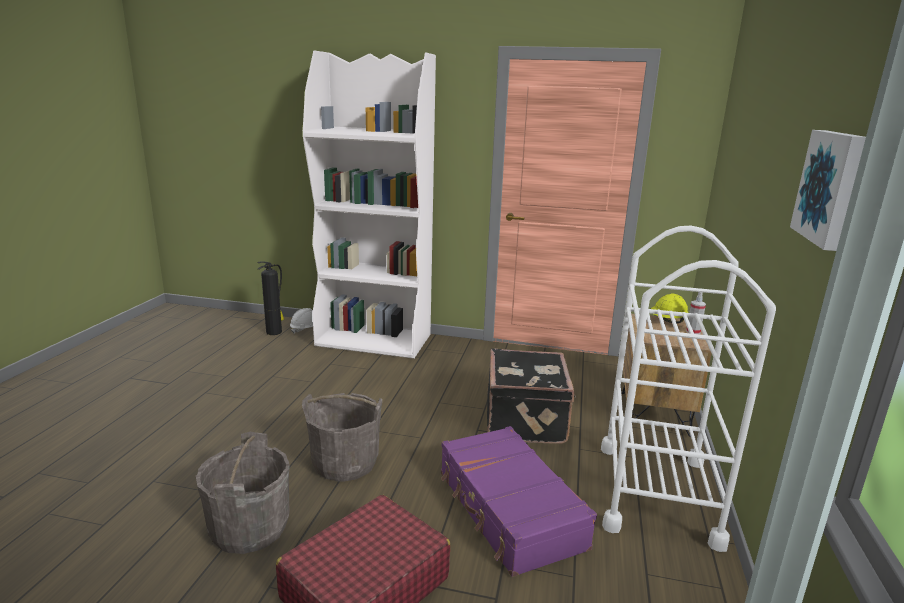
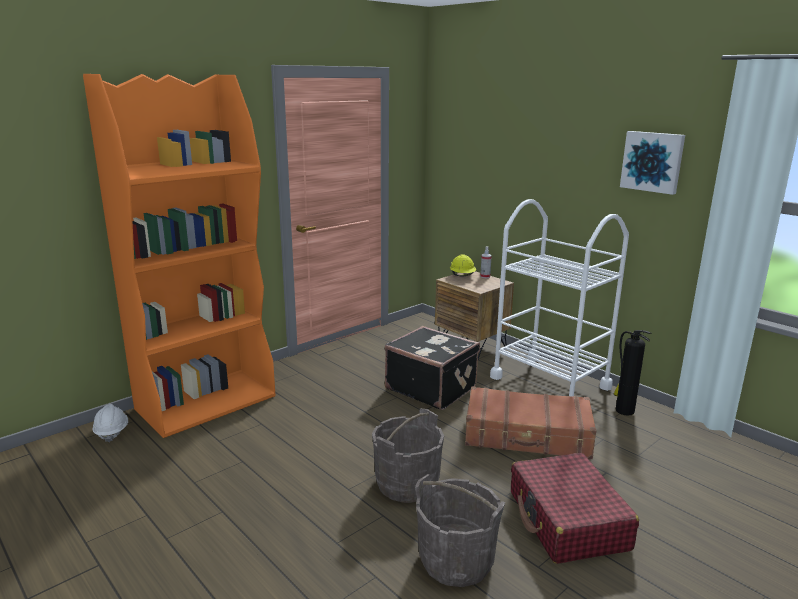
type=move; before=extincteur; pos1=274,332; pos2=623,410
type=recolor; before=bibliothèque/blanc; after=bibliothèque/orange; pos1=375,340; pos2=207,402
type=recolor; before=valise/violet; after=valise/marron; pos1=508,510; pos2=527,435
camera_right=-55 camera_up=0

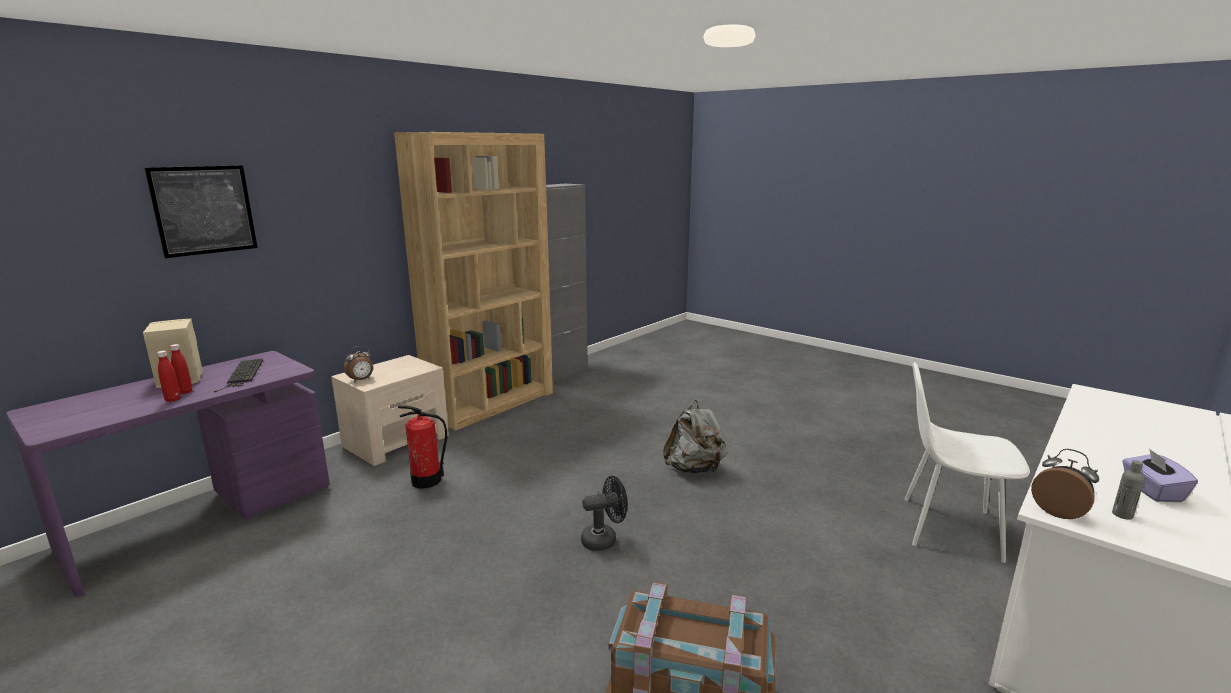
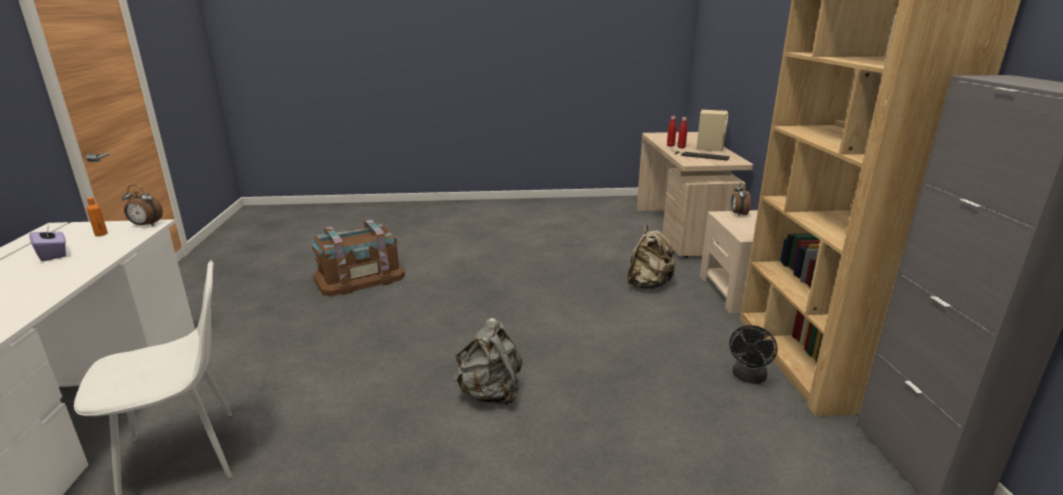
type=recolor; before=bureau/violet; after=bureau/beige; pos1=203,518; pos2=683,231
type=delete; before=tableau; pos1=204,210
type=replace; before=extincteur; after=sac à dos/beige; pos1=426,481; pos2=648,284
type=move; before=ventilateur/noir; pos1=604,539; pos2=748,378
type=recolor; before=bouteille/gris; after=bouteille/orange; pos1=1122,515; pos2=101,234
camera_right=135 camera_up=5

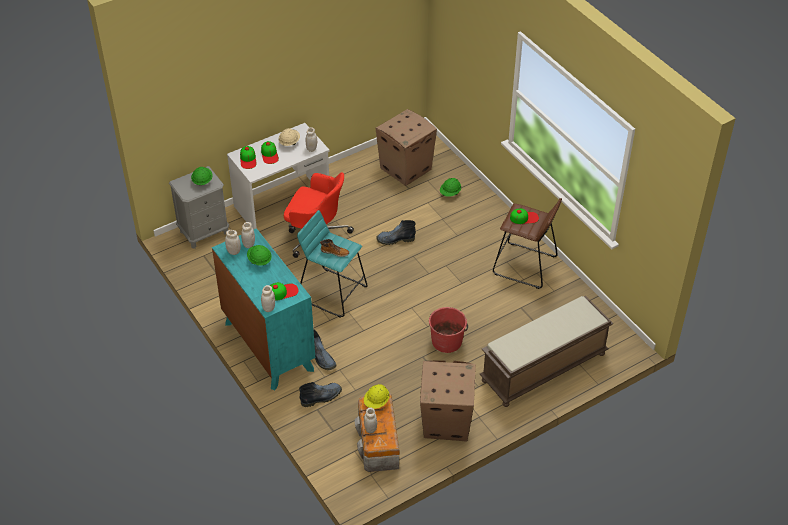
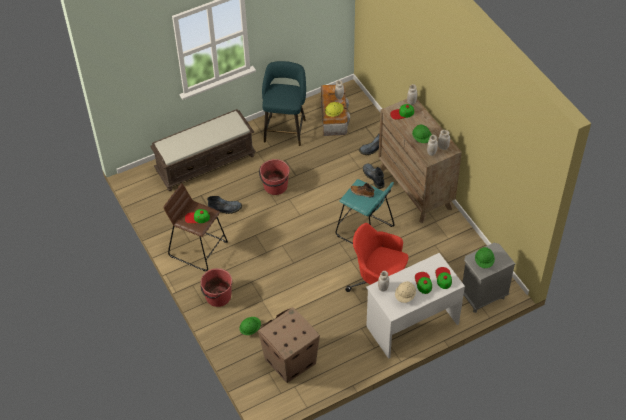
type=recolor; before=commode/turquoise; after=commode/marron; pos1=268,346; pos2=415,188
type=move; before=botte; pos1=395,239; pos2=226,209
type=replace; before=carton; after=tabouret/turquoise; pos1=445,422; pos2=285,129
type=insert; after=seau/rouge; pos2=218,296
camera_right=-175 camera_up=5

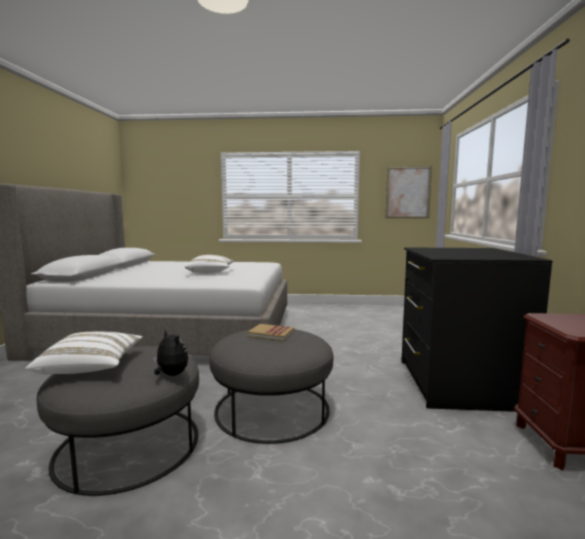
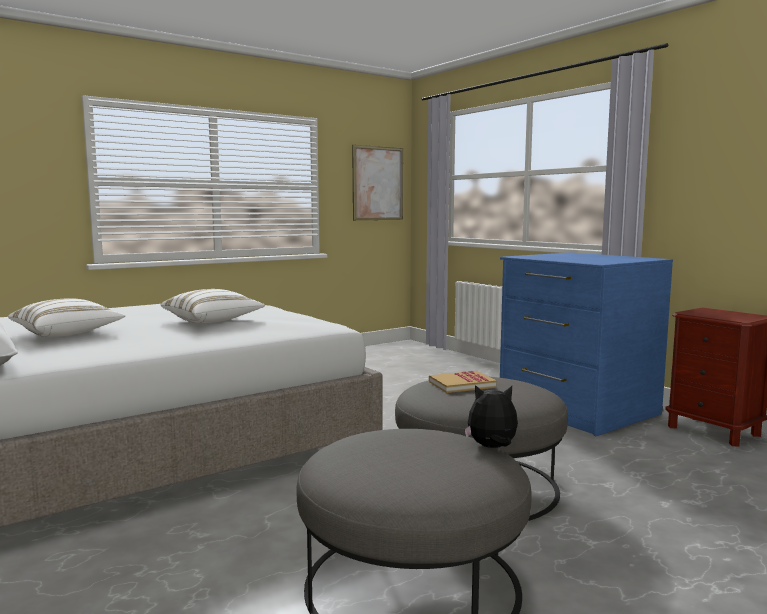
type=move; before=coussin/blanc; pos1=91,367; pos2=68,333
type=recolor; before=commode/noir; after=commode/bleu; pos1=456,383; pos2=576,409
camera_right=-40 camera_up=0

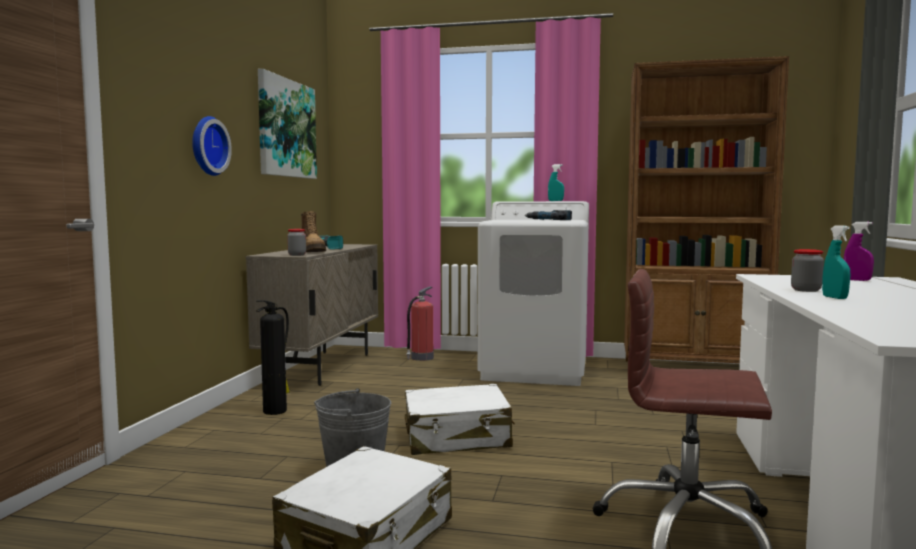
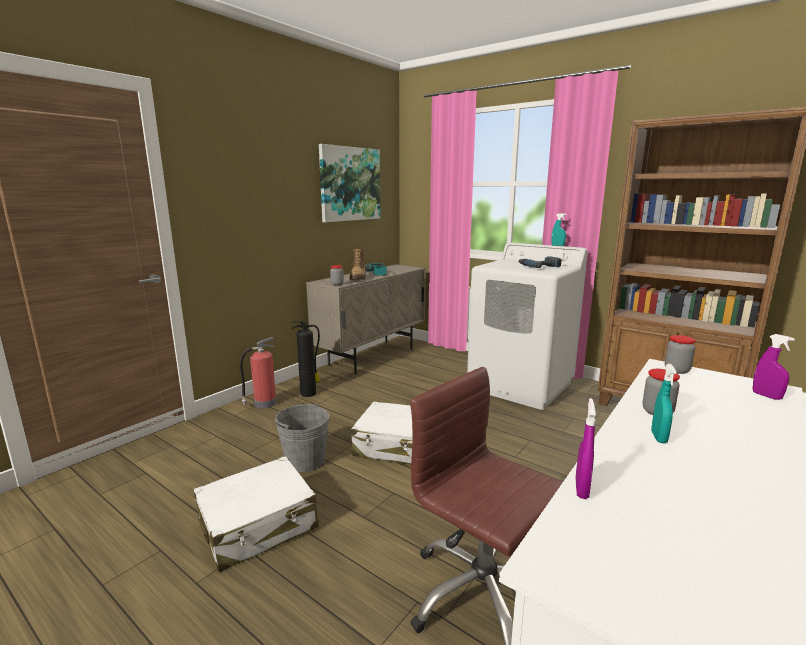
type=delete; before=horloge murale; pos1=207,146
type=move; before=extincteur; pos1=421,358; pos2=264,403
type=insert; after=vaporisateur/violet; pos2=581,489
type=insert; after=bocal; pos2=677,370
camera_right=25 camera_up=10

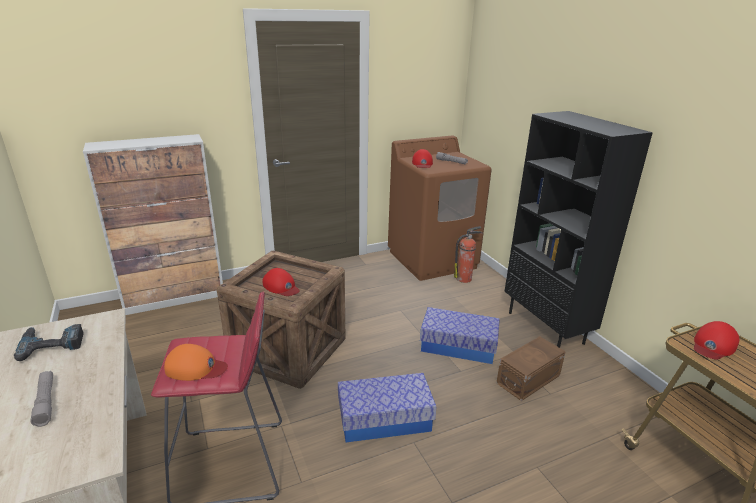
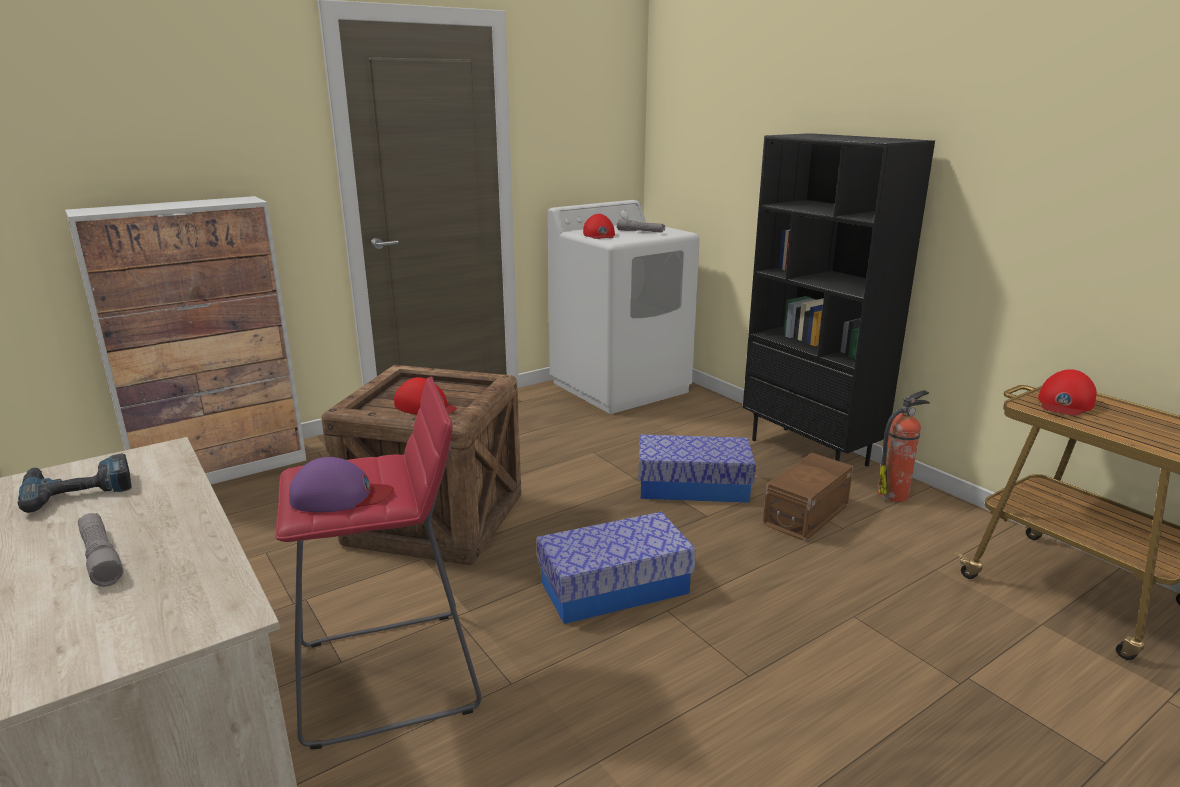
type=recolor; before=casquette/orange; after=casquette/violet; pos1=195,368; pos2=340,496
type=recolor; before=lave-linge/marron; after=lave-linge/blanc; pos1=432,259; pos2=621,387
type=move; before=extincteur; pos1=464,279; pos2=894,494
camera_right=-10 camera_up=-5

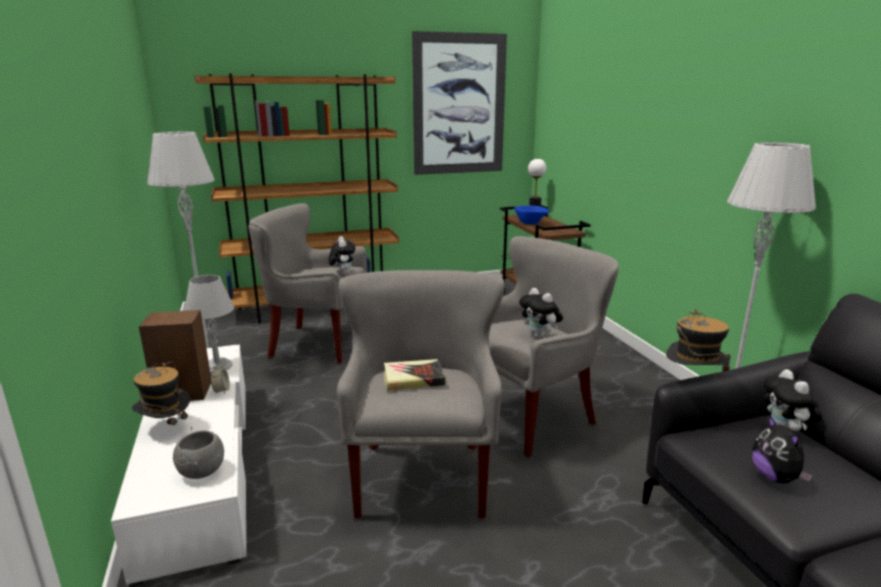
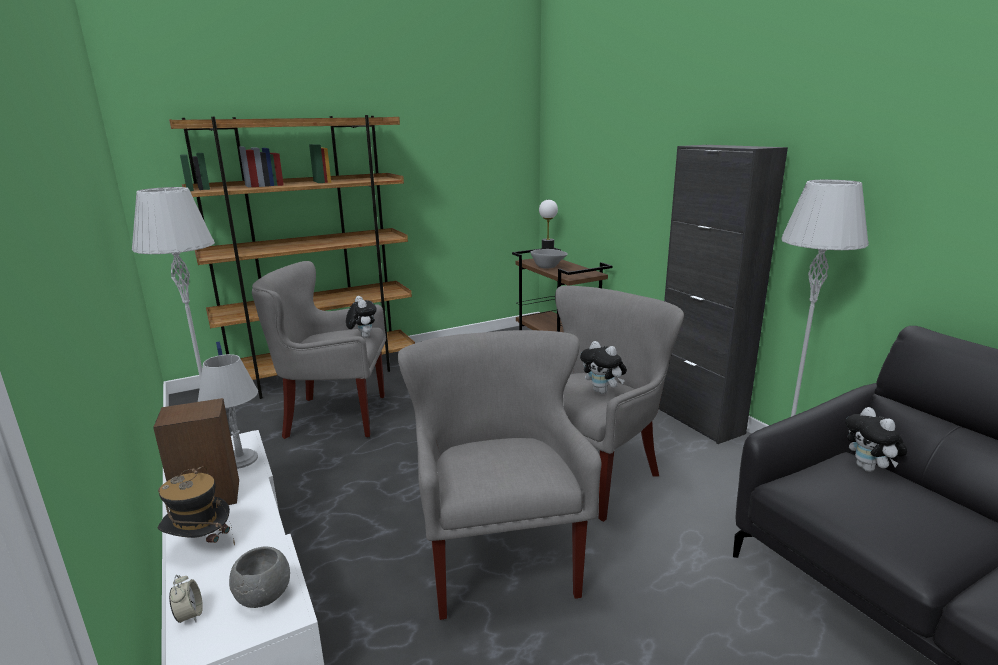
type=move; before=réveil; pos1=221,391; pos2=189,615
type=delete; before=livre; pos1=413,379
type=delete; before=tableau; pos1=459,105
type=recolor; before=bol/bleu; after=bol/gris; pos1=531,223; pos2=549,267
type=delete; before=chapeau; pos1=693,383
type=delete; before=peluche; pos1=775,477
type=insert; after=meuble de rangement/noir; pos2=698,420
camera_right=-10 camera_up=0

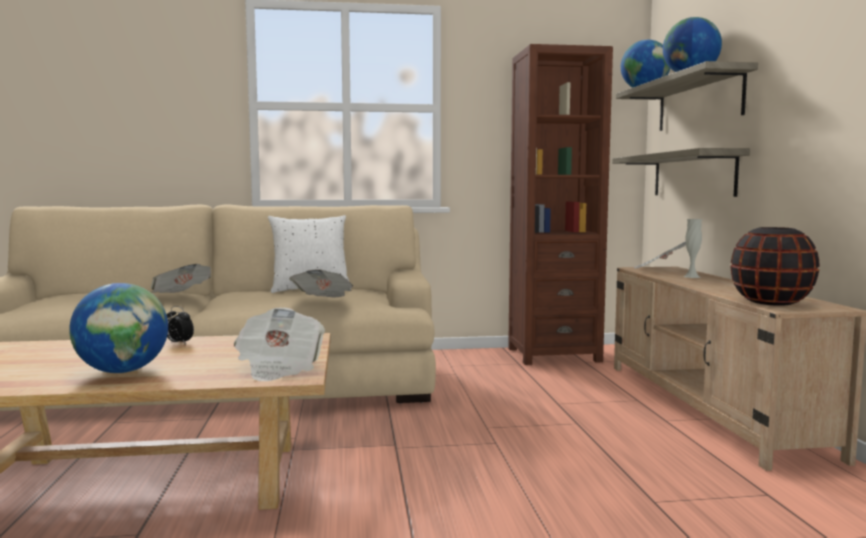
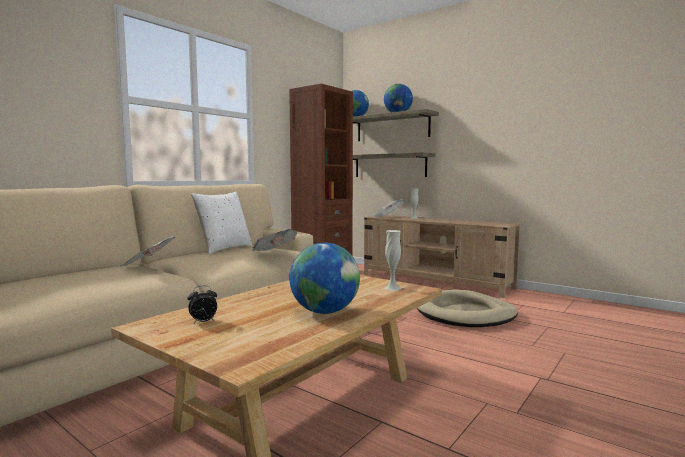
type=move; before=réveil; pos1=179,343; pos2=203,322
type=replace; before=journal; after=vase/blanc; pos1=279,368; pos2=392,288
type=delete; before=vase/noir; pos1=771,302
type=insert; after=panier pour chien/beige; pos2=465,314
camera_right=-45 camera_up=0

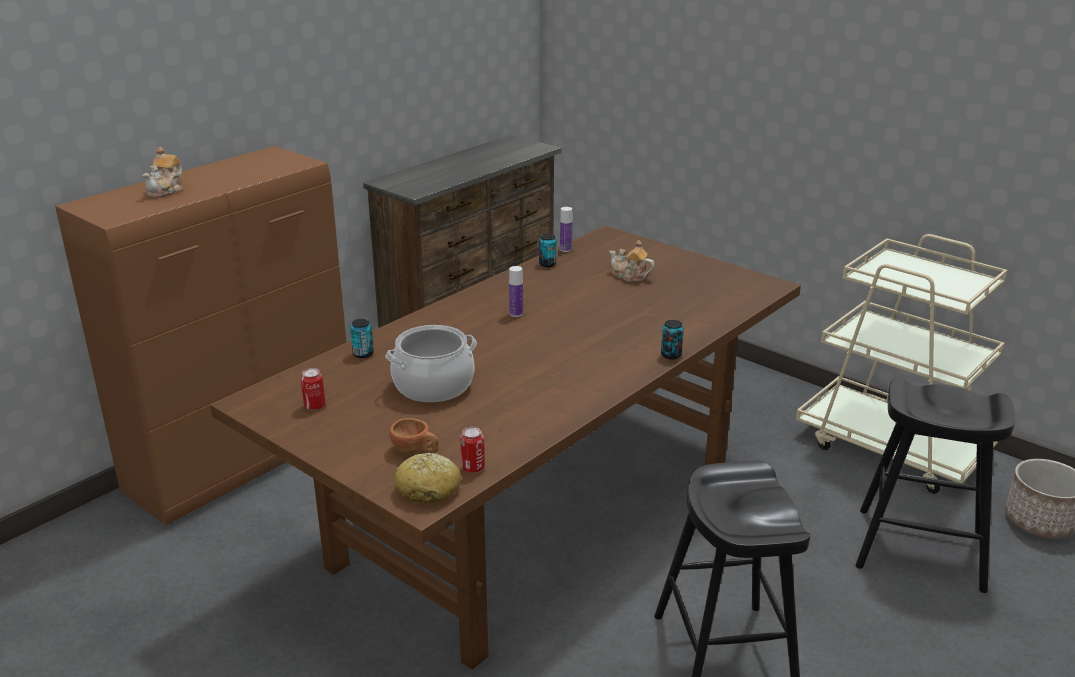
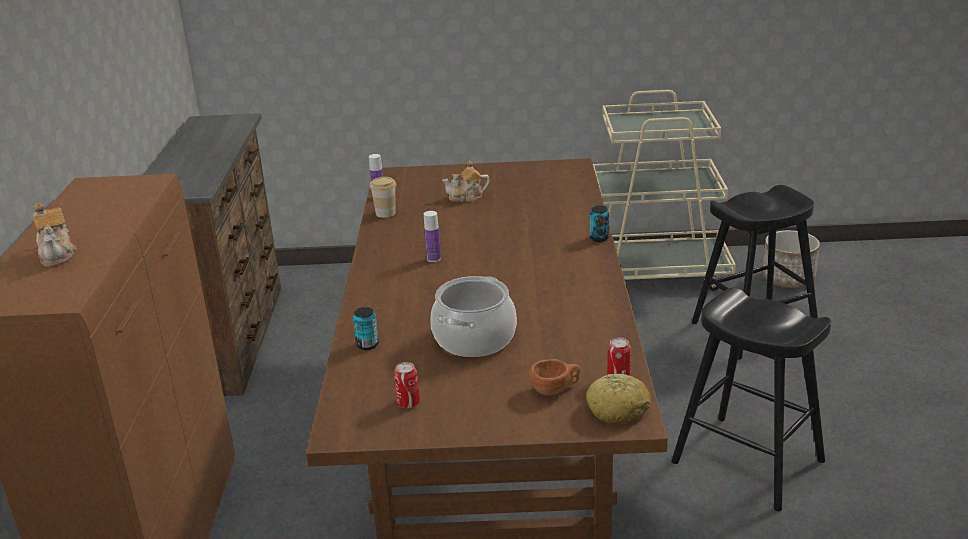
type=replace; before=boîte métallique; after=tasse; pos1=547,264; pos2=385,213
camera_right=-40 camera_up=0

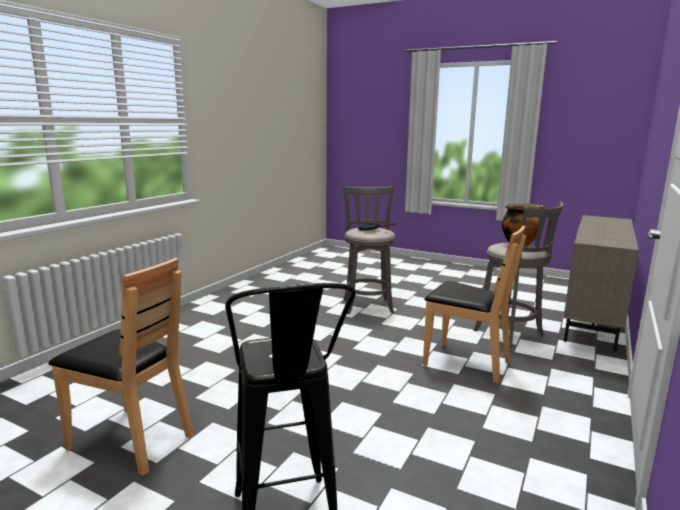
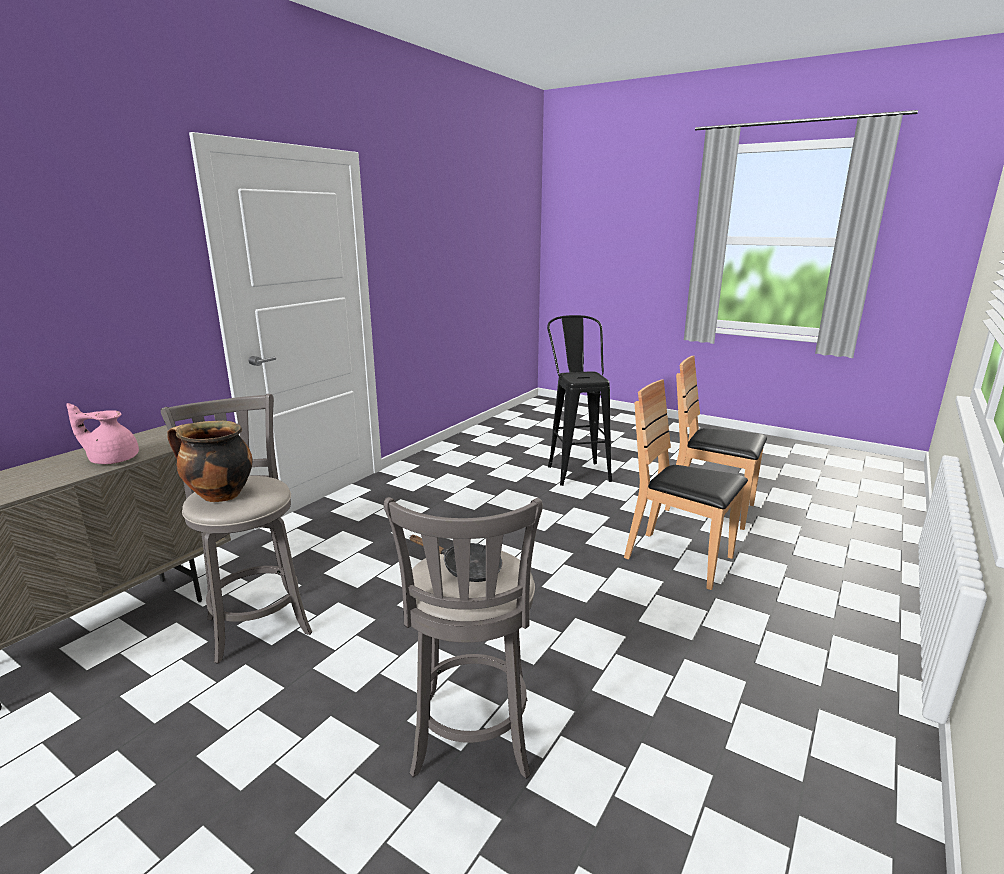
type=move; before=chaise/marron; pos1=466,362; pos2=679,559
type=insert; after=théière/rose; pos2=112,459
camera_right=-175 camera_up=5

